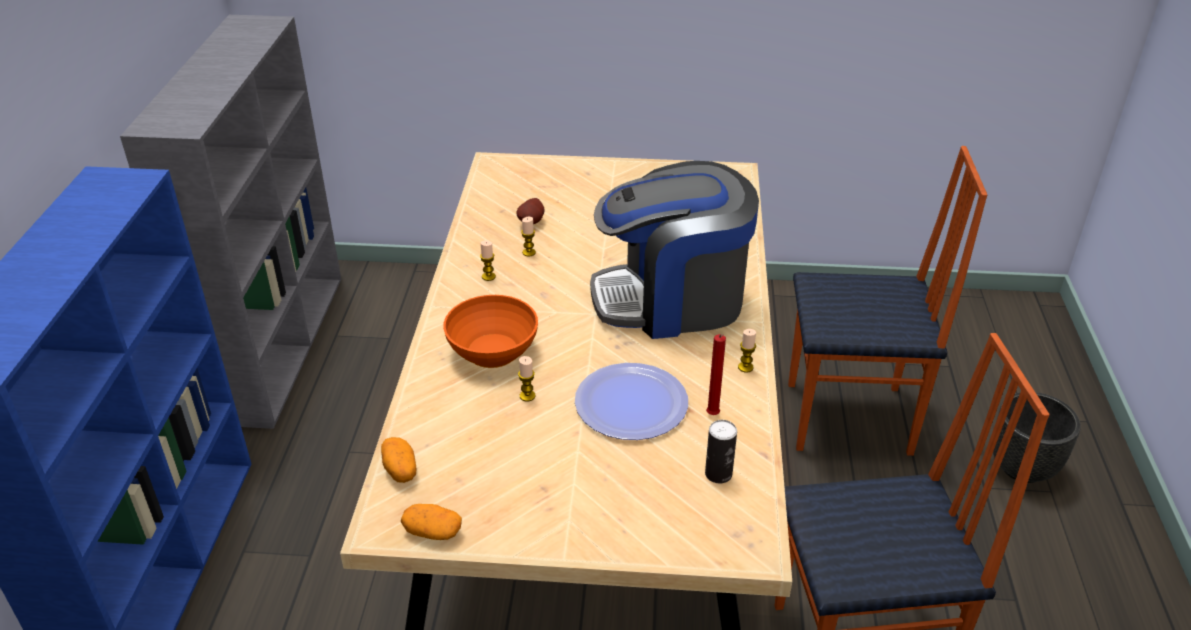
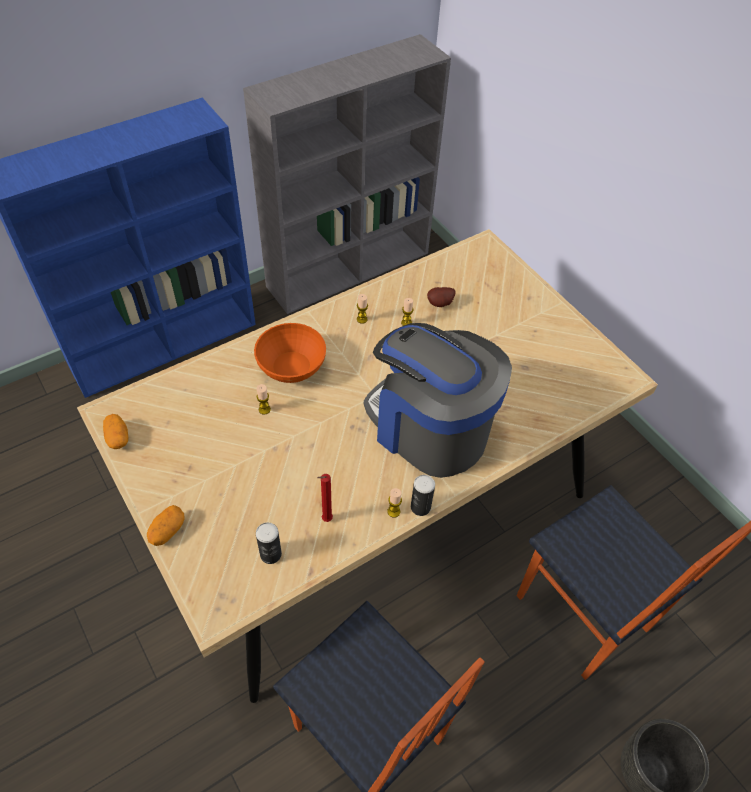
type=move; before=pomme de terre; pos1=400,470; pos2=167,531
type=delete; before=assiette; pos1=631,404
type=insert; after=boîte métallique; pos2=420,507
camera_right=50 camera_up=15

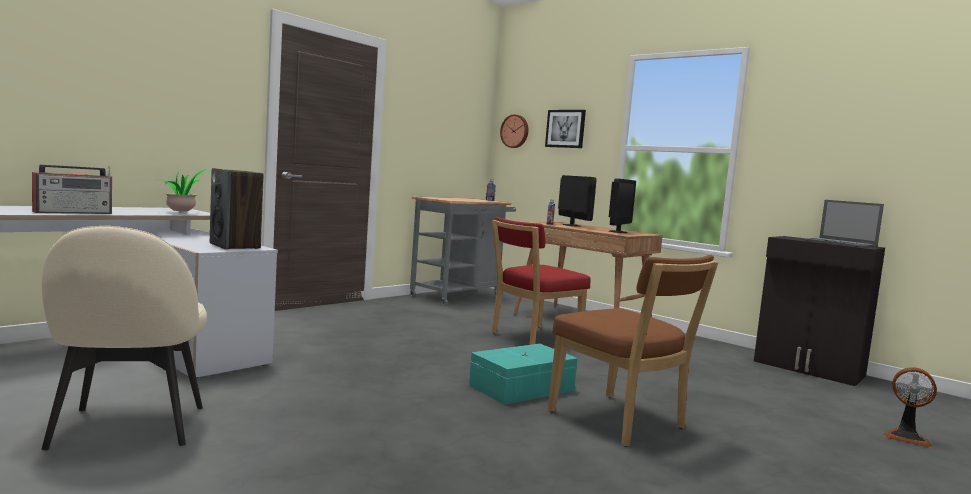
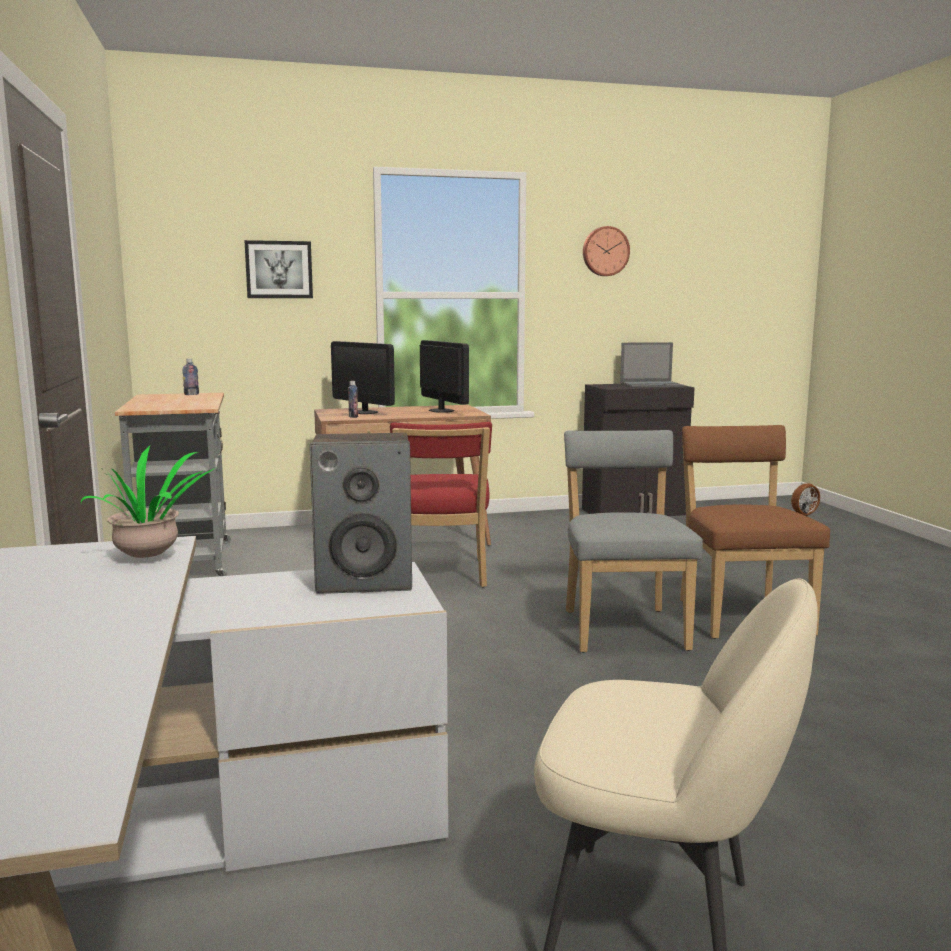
type=delete; before=radio; pos1=74,212
type=replace; before=boîte de rangement/turquoise; after=chaise/gris; pos1=523,388; pos2=623,627
type=move; before=horloge murale; pos1=515,131; pos2=605,251
type=rotate; before=chaise/marron; pos1=621,422; pos2=741,615; turn=-90
type=rotate; before=écran d'ordinateur; pos1=571,225; pos2=365,412; turn=-150
camera_right=-55 camera_up=5

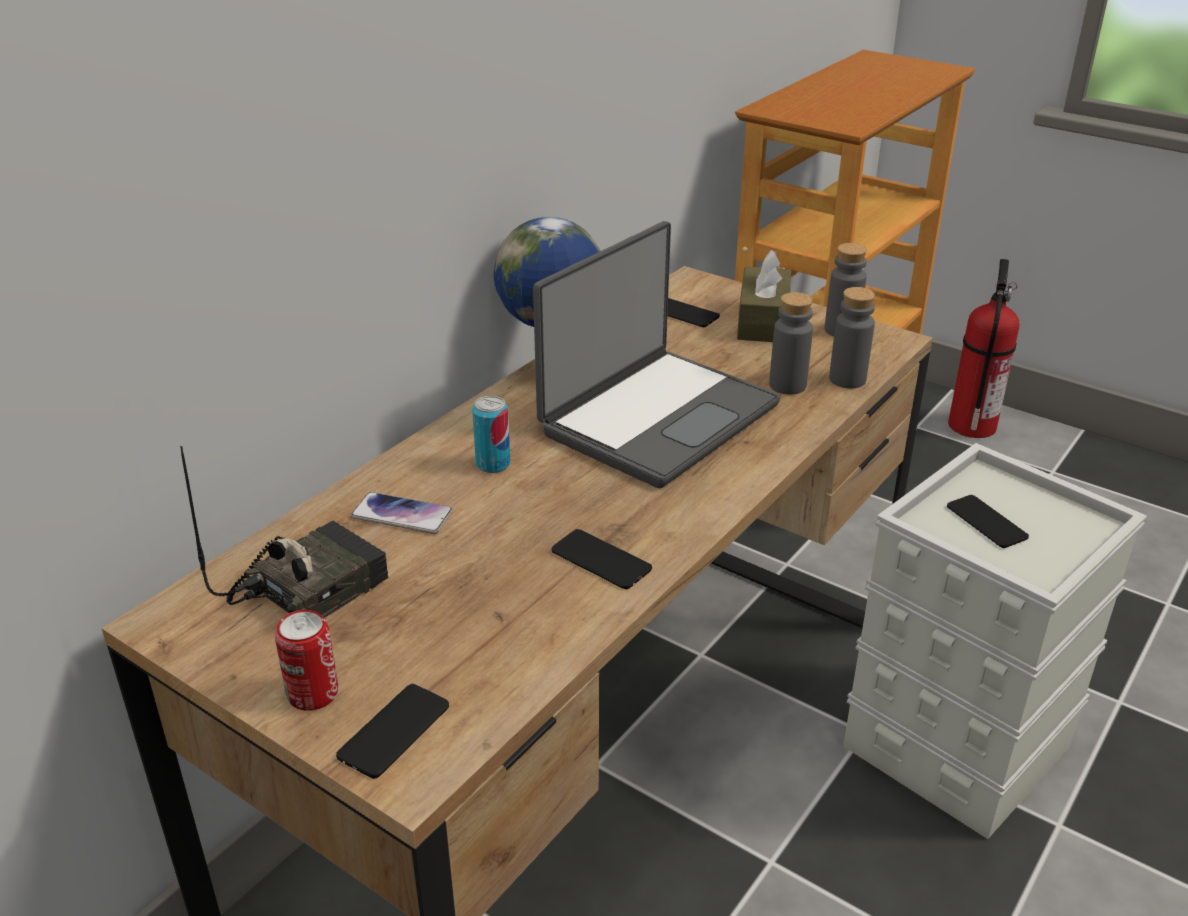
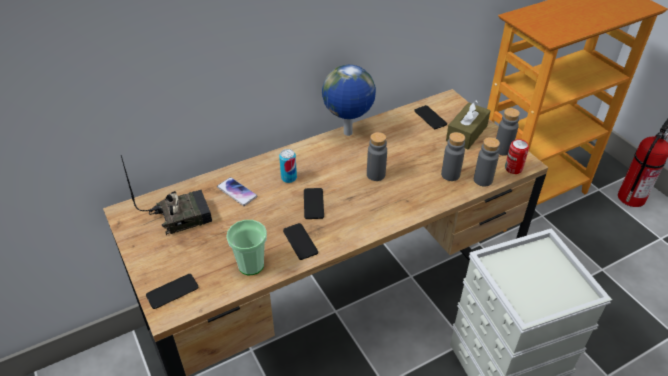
type=move; before=boîte métallique; pos1=313,694; pos2=513,168
type=replace; before=ordinateur portable; after=bouteille/gris; pos1=657,417; pos2=376,175
type=move; before=téléphone; pos1=986,522; pos2=313,204
type=insert; after=tasse; pos2=251,265
camera_right=25 camera_up=10

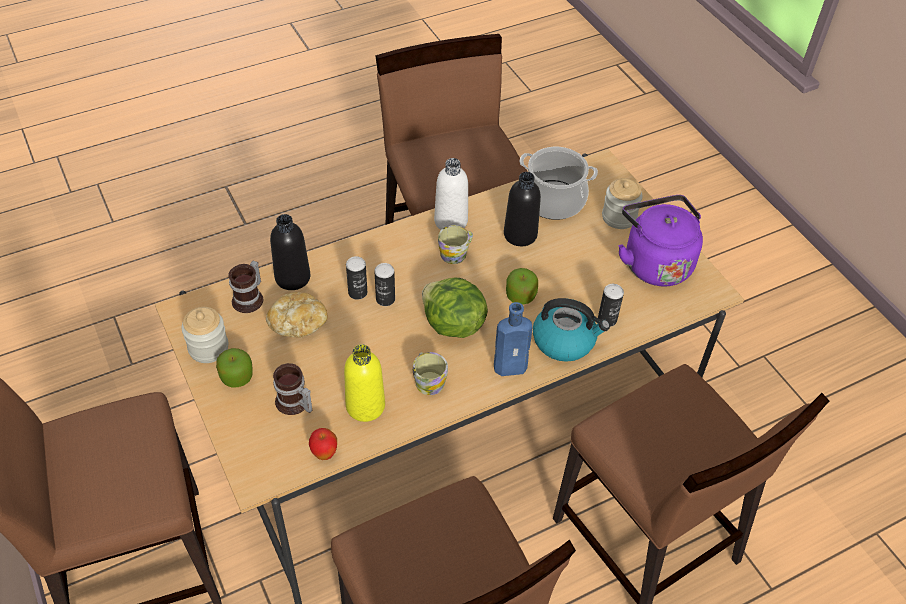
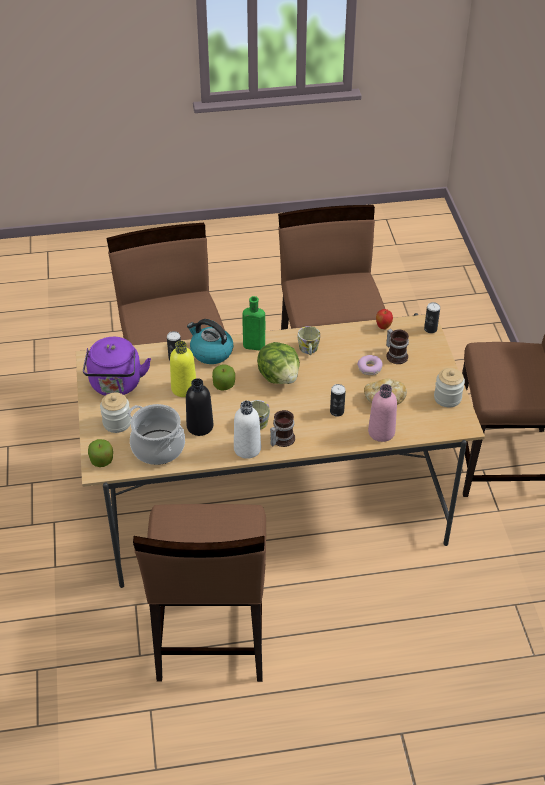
type=move; before=pomme; pos1=237,376; pos2=102,460
type=move; before=mug; pos1=250,299; pos2=281,439
type=recolor; before=bouteille/noir; after=bouteille/rose; pos1=292,277; pos2=381,432
type=move; before=bouteille/jaune; pos1=365,406; pos2=184,388
type=move; before=boîte métallique; pos1=385,299; pos2=430,329
type=recolor; before=bouteille/bleu; after=bouteille/vert; pos1=512,367; pos2=252,345
type=insert; after=beignet; pos2=369,368
camera_right=-160 camera_up=-5

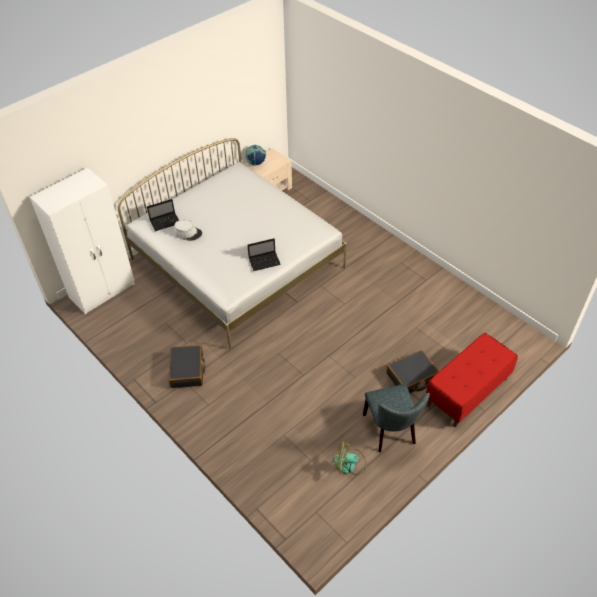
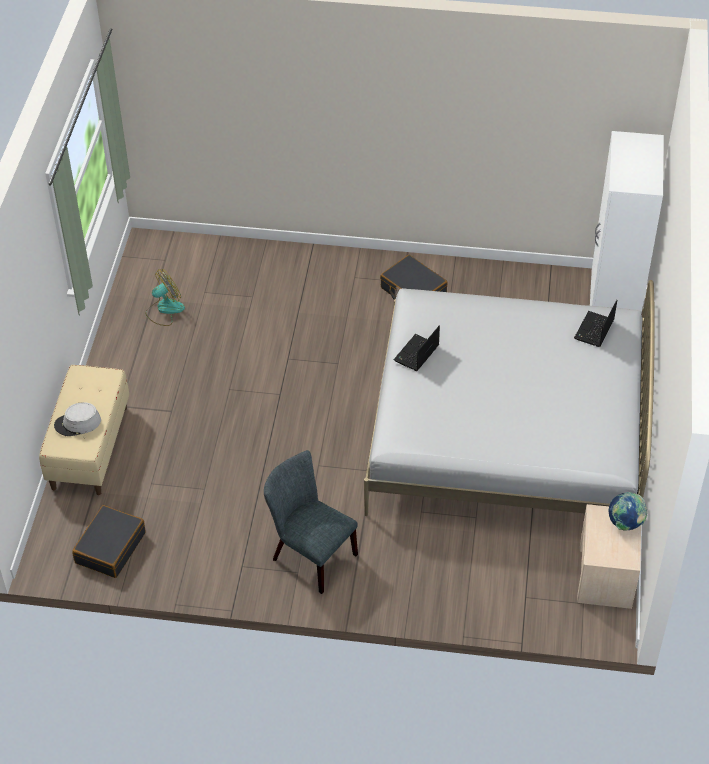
type=move; before=chapeau/gris; pos1=188,233; pos2=78,423
type=move; before=chaise/gris; pos1=391,431; pos2=309,555
type=move; before=valise/noir; pos1=412,377; pos2=110,547
type=recolor; before=banc/rouge; after=banc/beige; pos1=467,392; pos2=89,447
camera_right=140 camera_up=0

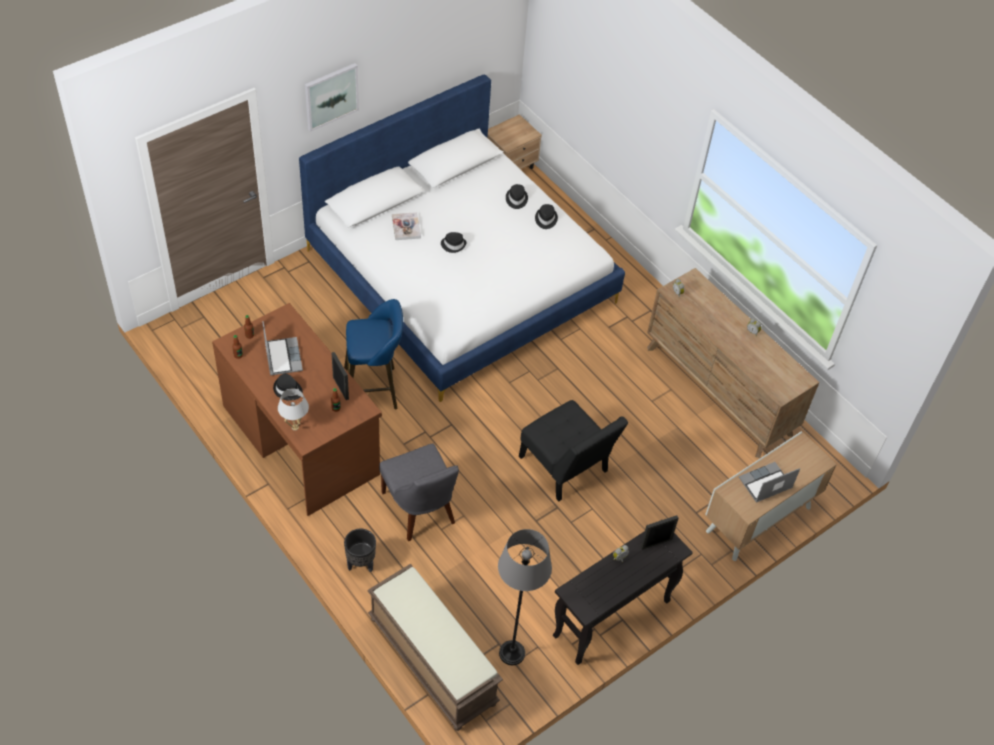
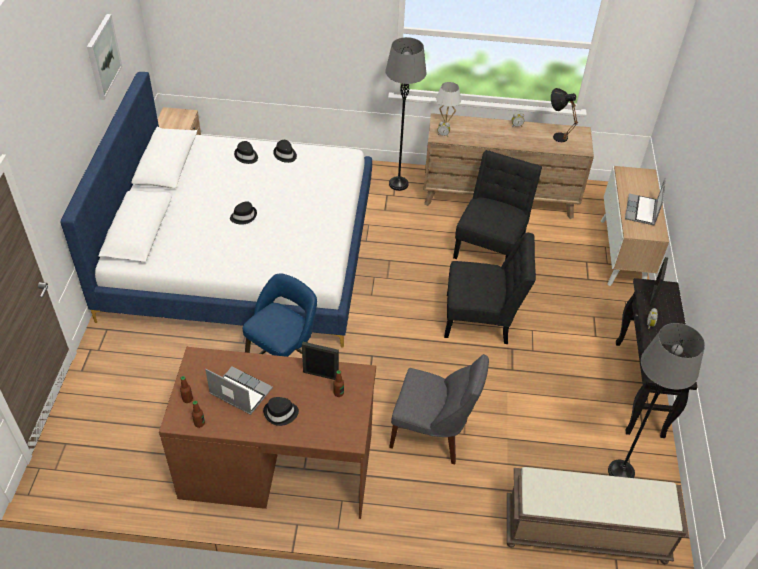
type=move; before=lampe de table/blanc; pos1=295,427; pos2=446,122
type=move; before=tableau; pos1=331,96; pos2=103,56
type=delete; before=cache-pot/noir; pos1=360,564
type=delete; before=livre; pos1=406,227
type=insert; after=lampadaire/gris; pos2=398,184
type=insert; after=chaise/noir; pos2=491,245
type=insert; after=lampe de table/noir; pos2=555,135
camera_right=-45 camera_up=-5

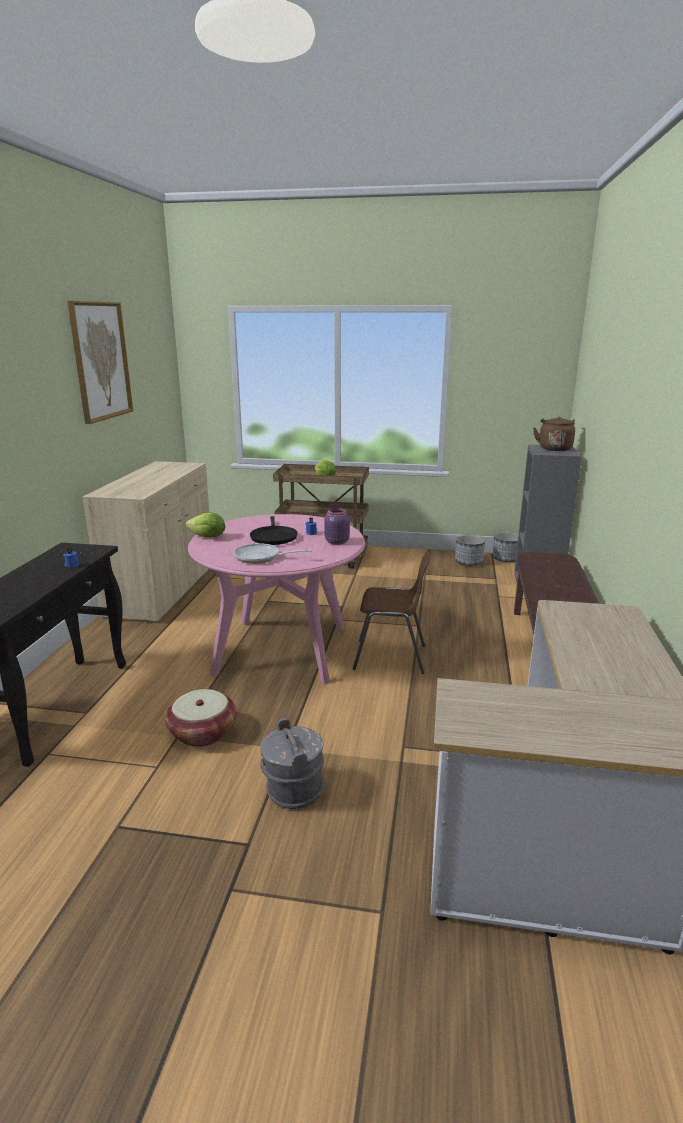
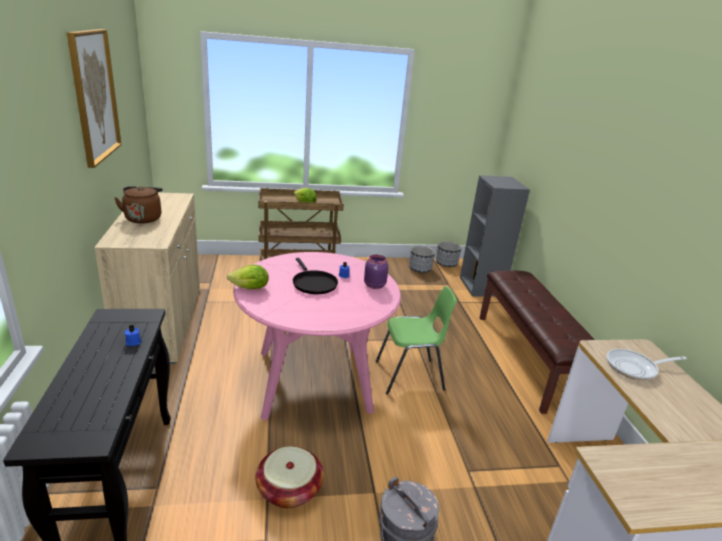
type=move; before=poêle; pos1=261,557; pos2=635,368
type=recolor; before=chaise/marron; after=chaise/vert; pos1=391,657; pos2=410,376
type=move; before=bouilloire/marron; pos1=554,448; pos2=143,218
camera_right=-20 camera_up=5

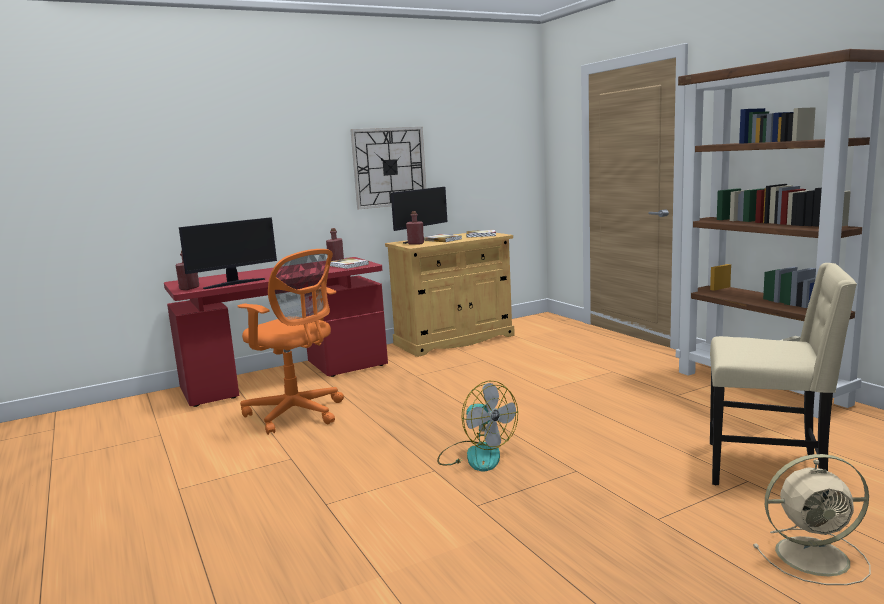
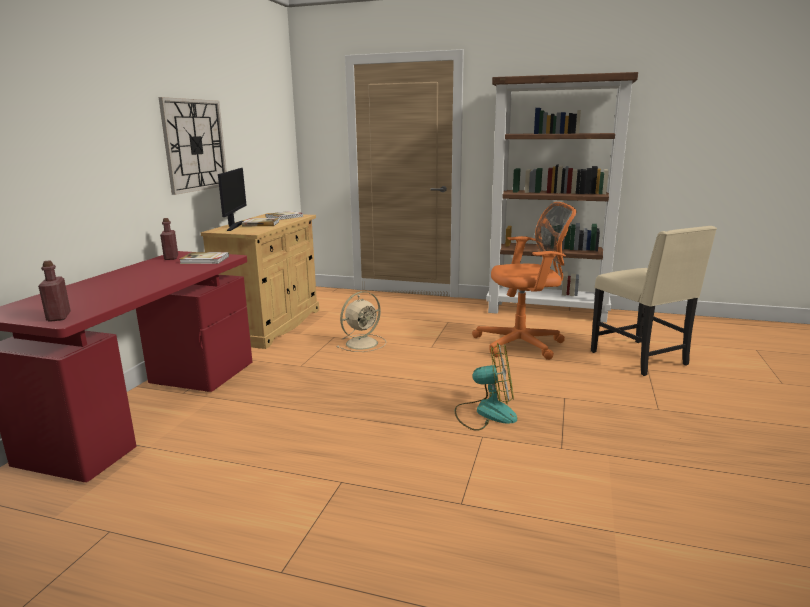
type=delete; before=écran d'ordinateur; pos1=234,283
type=move; before=chaise de bureau/orange; pos1=297,414; pos2=523,344
type=delete; before=bouteille/rouge; pos1=416,243
type=rotate; before=chaise/beige; pos1=767,468; pos2=641,359; turn=90
type=move; before=ventilateur/beige; pos1=815,556; pos2=363,343
camera_right=-45 camera_up=5

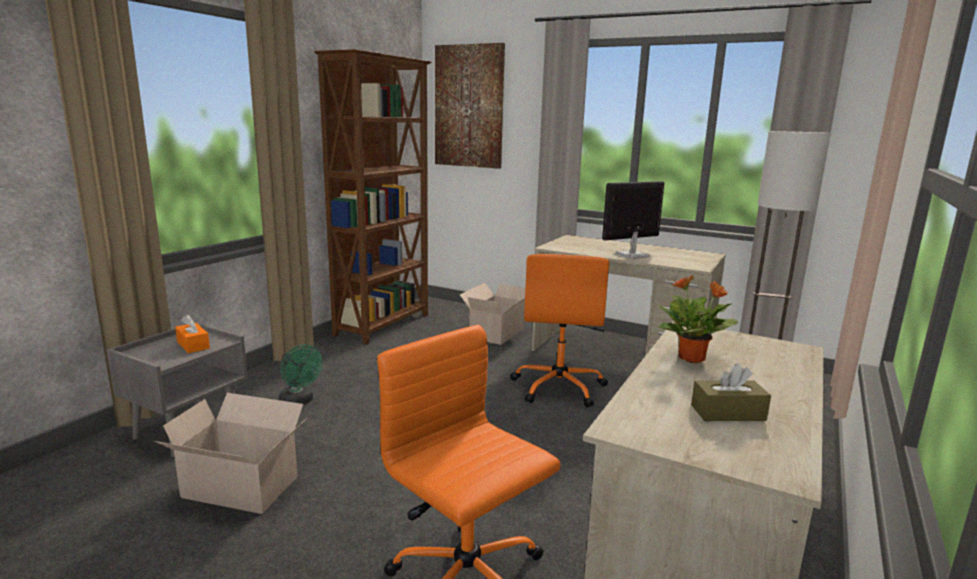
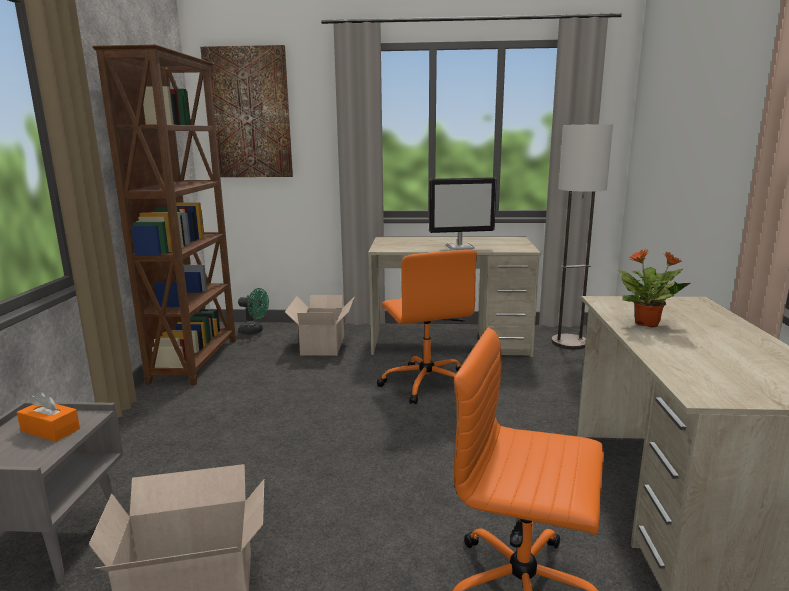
type=move; before=ventilateur/vert; pos1=299,401; pos2=254,331
type=rotate; before=écran d'ordinateur; pos1=631,255; pos2=460,247; turn=-135
type=delete; before=boîte à mouchoirs/marron; pos1=728,413
camera_right=-25 camera_up=0

